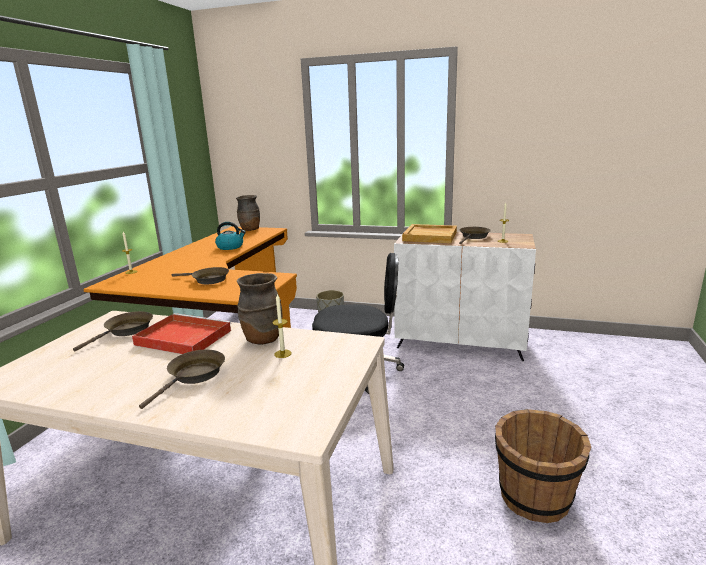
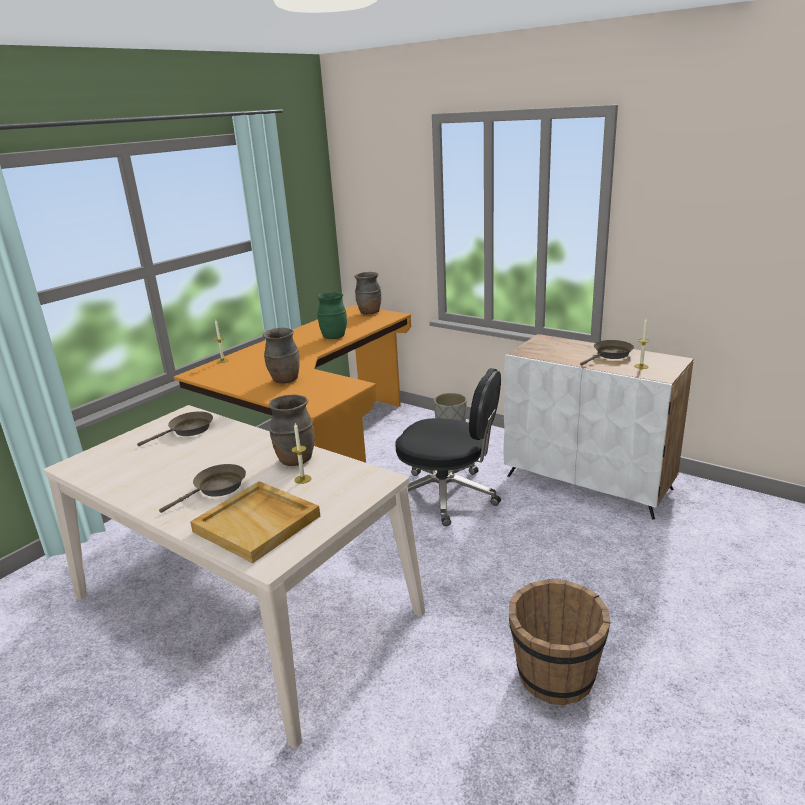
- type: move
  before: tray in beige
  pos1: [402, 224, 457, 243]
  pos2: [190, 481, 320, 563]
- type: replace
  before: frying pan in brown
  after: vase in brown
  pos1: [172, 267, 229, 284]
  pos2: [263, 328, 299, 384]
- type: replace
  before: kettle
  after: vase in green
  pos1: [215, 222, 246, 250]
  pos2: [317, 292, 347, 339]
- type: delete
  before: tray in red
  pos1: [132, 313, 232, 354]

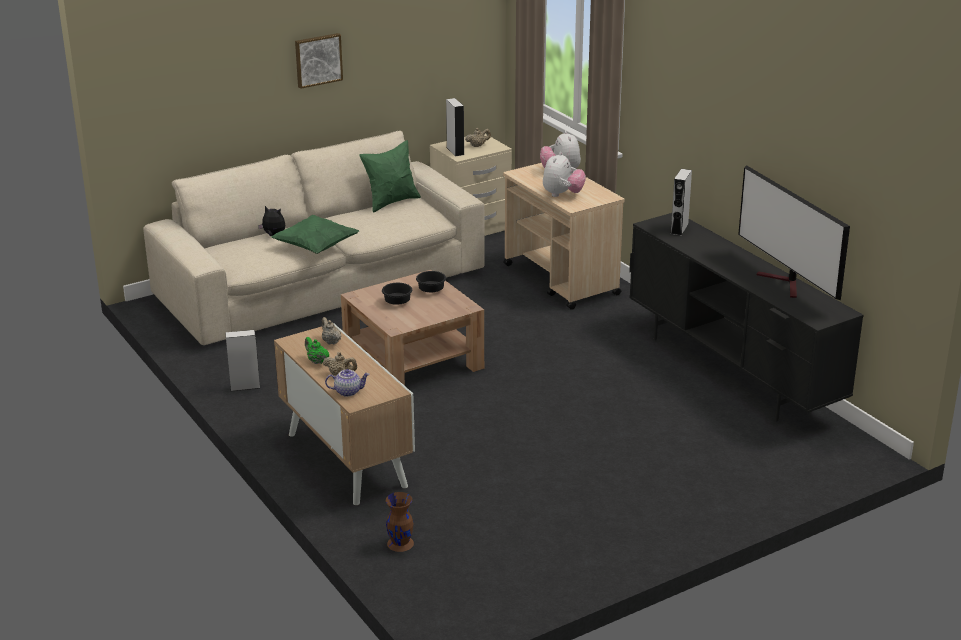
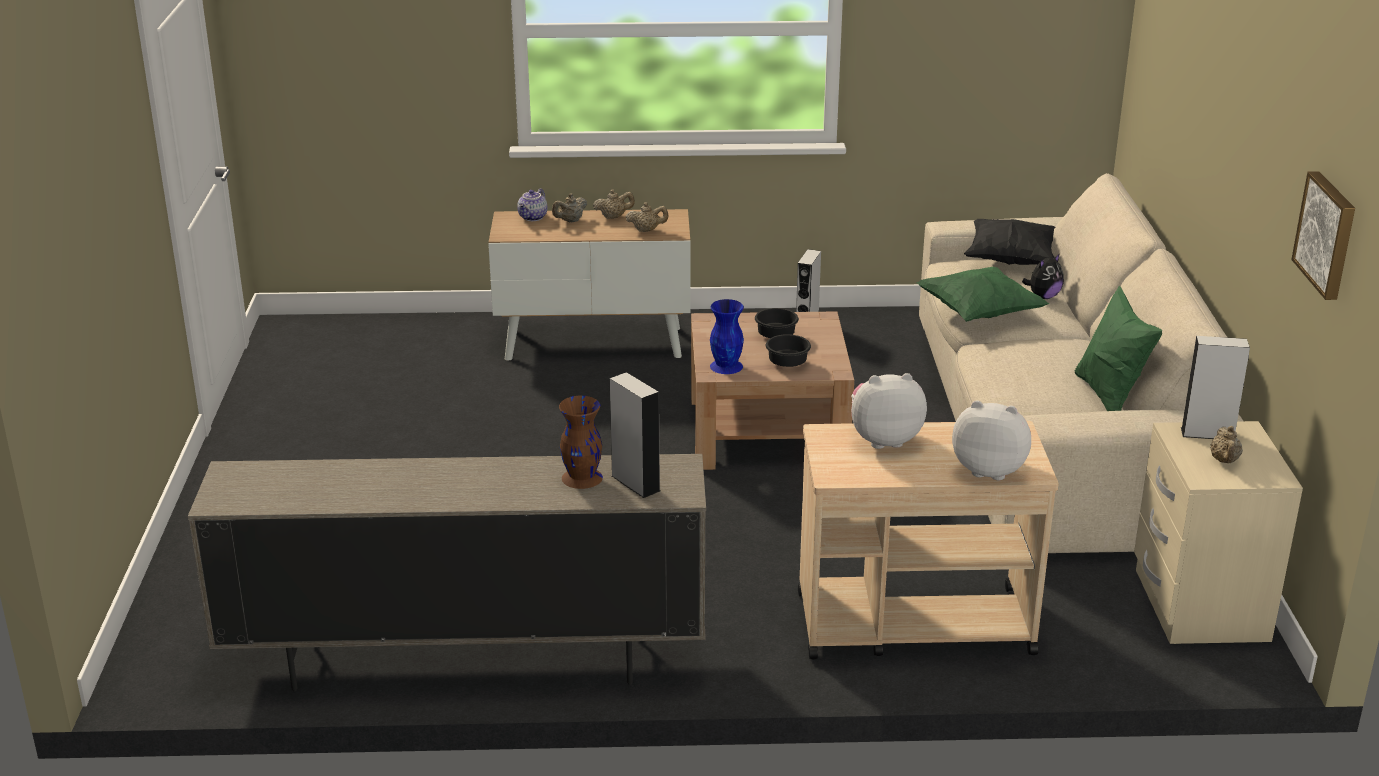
- type: recolor
  before: tv stand in black
  after: tv stand in beige
  pos1: [629, 213, 864, 421]
  pos2: [188, 454, 706, 691]
- type: move
  before: vase in brown
  pos1: [386, 492, 414, 552]
  pos2: [559, 396, 603, 489]
- type: recolor
  before: teapot in green
  after: teapot in beige
  pos1: [305, 337, 329, 364]
  pos2: [593, 189, 635, 219]
- type: insert
  after: vase in blue
  pos2: [710, 299, 744, 374]
- type: rotate
  before: plush toy
  pos1: [543, 152, 586, 197]
  pos2: [851, 373, 927, 449]
  turn: 120
- type: insert
  after: pillow in black
  pos2: [964, 219, 1055, 265]
- type: move
  before: picture
  pos1: [295, 33, 343, 89]
  pos2: [1291, 171, 1355, 300]
- type: delete
  before: television
  pos1: [738, 165, 850, 300]

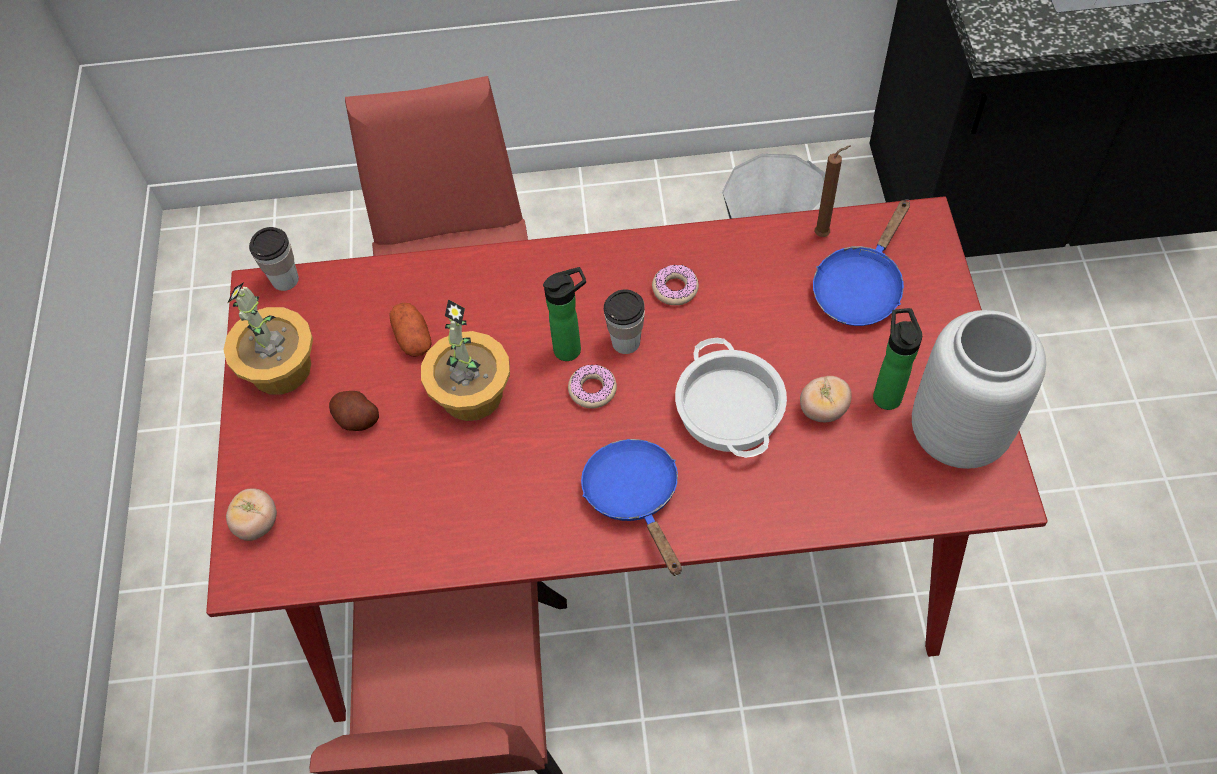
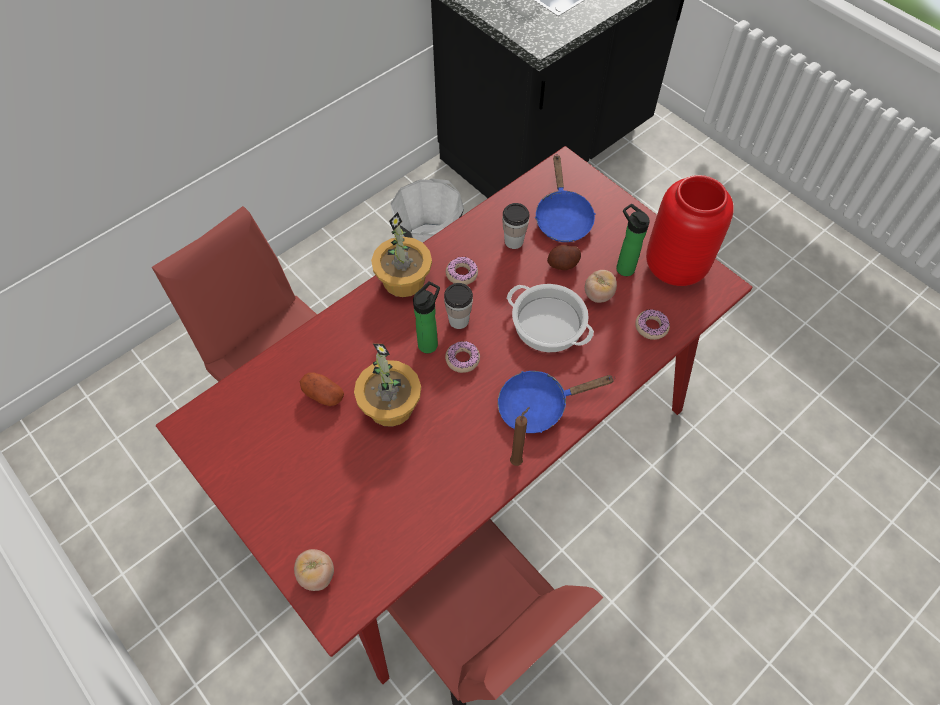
- type: move
  before: potted plant
  pos1: [223, 282, 313, 395]
  pos2: [371, 212, 432, 297]
- type: rotate
  before: frying pan in blue
  pos1: [581, 439, 682, 576]
  pos2: [498, 371, 615, 433]
  turn: -45
- type: move
  before: cup
  pos1: [249, 227, 299, 291]
  pos2: [502, 203, 530, 249]
- type: move
  before: candle in brown
  pos1: [815, 145, 850, 237]
  pos2: [510, 407, 530, 466]
- type: move
  before: potato
  pos1: [329, 391, 379, 431]
  pos2: [547, 245, 581, 270]
- type: insert
  after: donut
  pos2: [635, 309, 670, 340]
- type: recolor
  before: vase in grey
  after: vase in red
  pos1: [912, 310, 1046, 469]
  pos2: [646, 175, 734, 286]

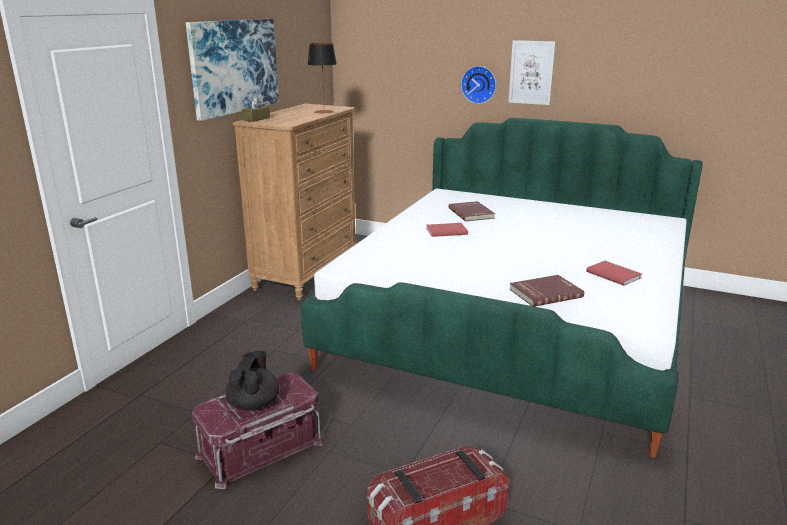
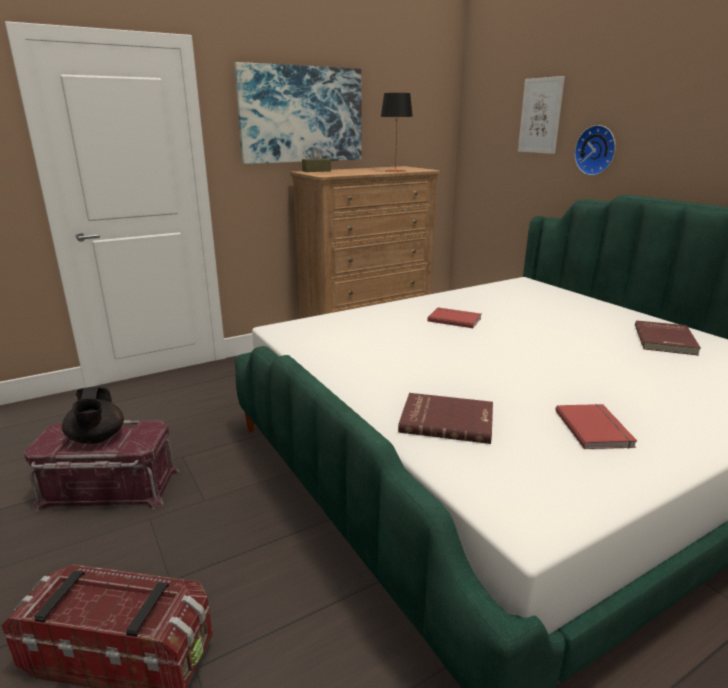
- type: rotate
  before: teapot in black
  pos1: [225, 351, 279, 411]
  pos2: [62, 387, 124, 444]
  turn: 120
- type: move
  before: picture
  pos1: [508, 40, 556, 105]
  pos2: [518, 76, 565, 154]
- type: move
  before: book in red
  pos1: [449, 201, 495, 221]
  pos2: [635, 320, 701, 356]

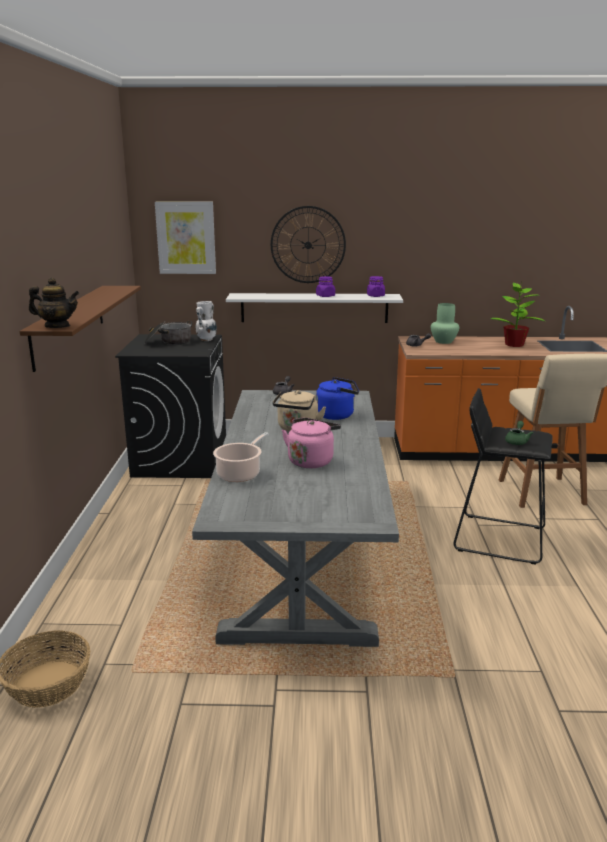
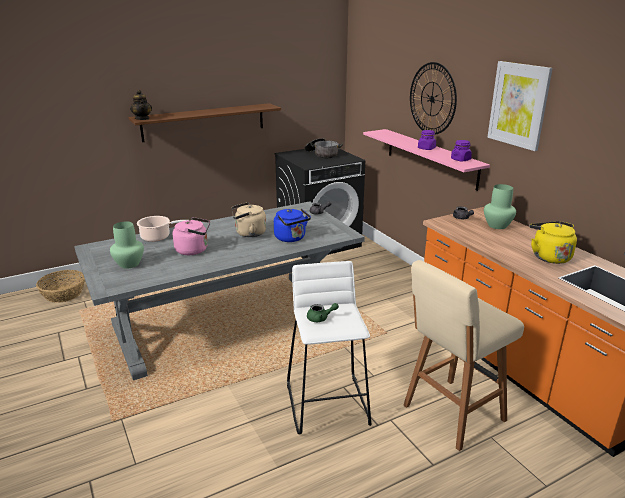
- type: insert
  after: vase in green
  pos2: [110, 222, 144, 269]
- type: recolor
  before: stool in black
  after: stool in white
  pos1: [454, 388, 553, 564]
  pos2: [287, 261, 371, 434]
- type: recolor
  before: shelf in white
  after: shelf in pink
  pos1: [226, 293, 403, 323]
  pos2: [363, 129, 490, 191]
- type: move
  before: picture
  pos1: [155, 202, 216, 274]
  pos2: [488, 61, 553, 151]
- type: replace
  before: potted plant
  after: kettle in yellow
  pos1: [490, 283, 545, 347]
  pos2: [530, 221, 577, 264]
- type: delete
  before: vase in white
  pos1: [196, 301, 217, 341]

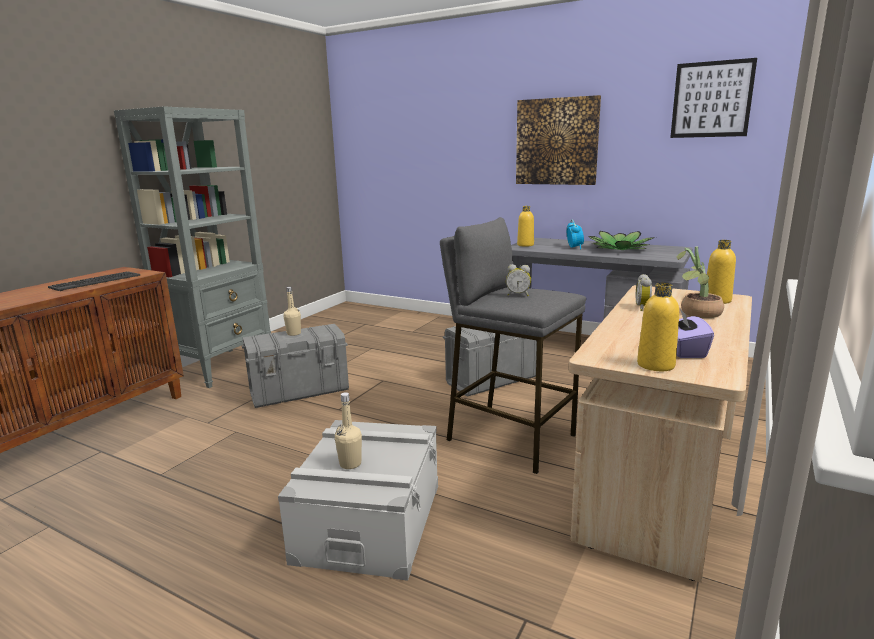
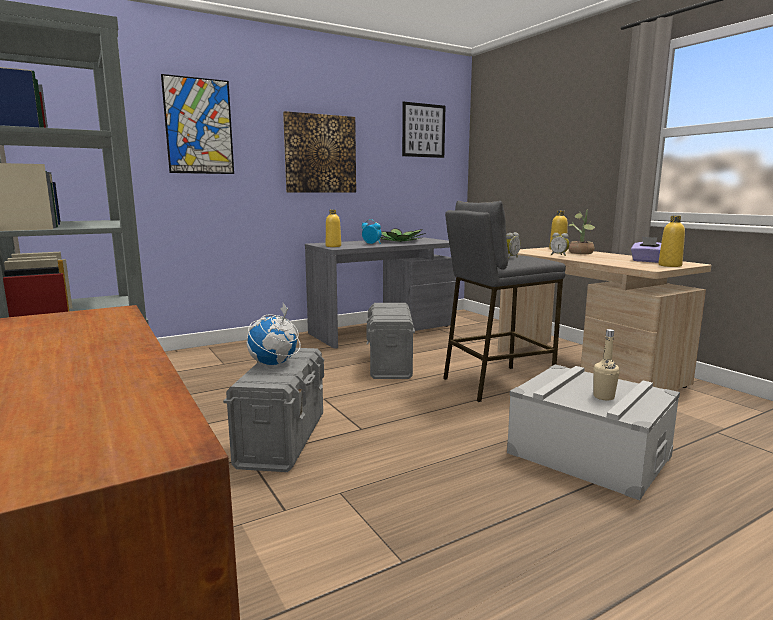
- type: insert
  after: picture
  pos2: [161, 74, 234, 174]
- type: replace
  before: bottle in beige
  after: globe
  pos1: [283, 287, 301, 336]
  pos2: [246, 303, 301, 365]
- type: delete
  before: keyboard
  pos1: [48, 272, 140, 291]

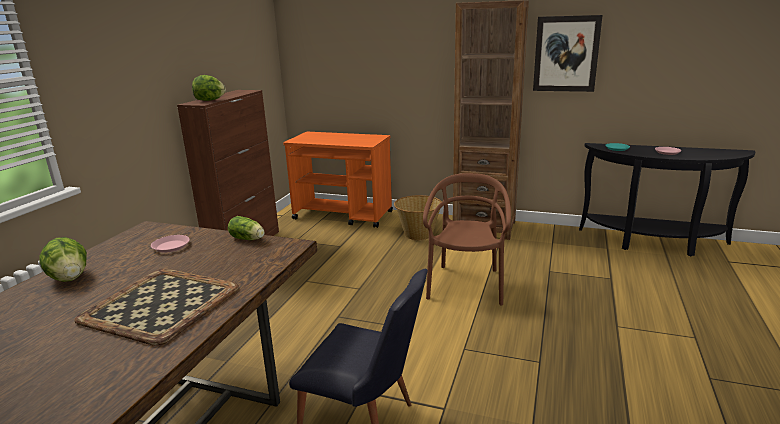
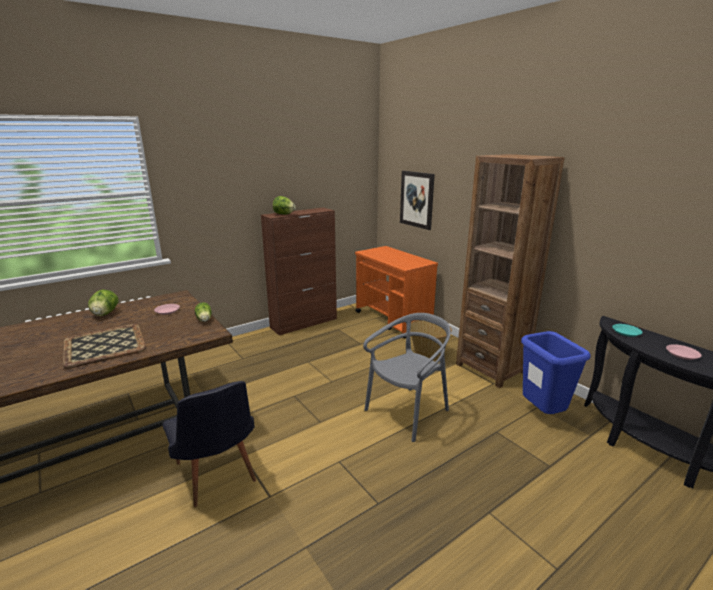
- type: recolor
  before: chair in brown
  after: chair in grey
  pos1: [423, 173, 511, 305]
  pos2: [363, 313, 451, 442]
- type: move
  before: picture
  pos1: [533, 15, 602, 92]
  pos2: [400, 171, 435, 230]
- type: insert
  after: trash can in blue
  pos2: [521, 331, 591, 414]

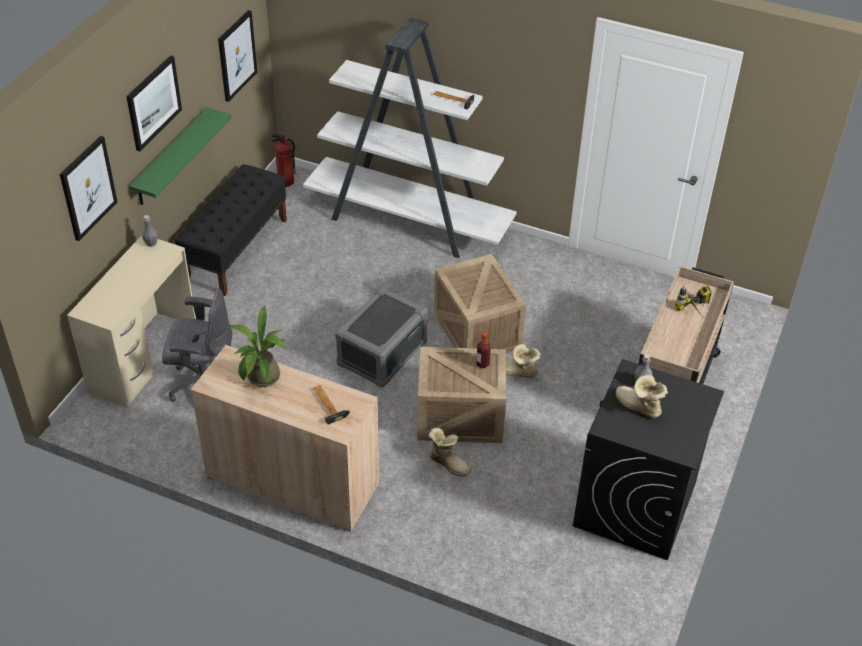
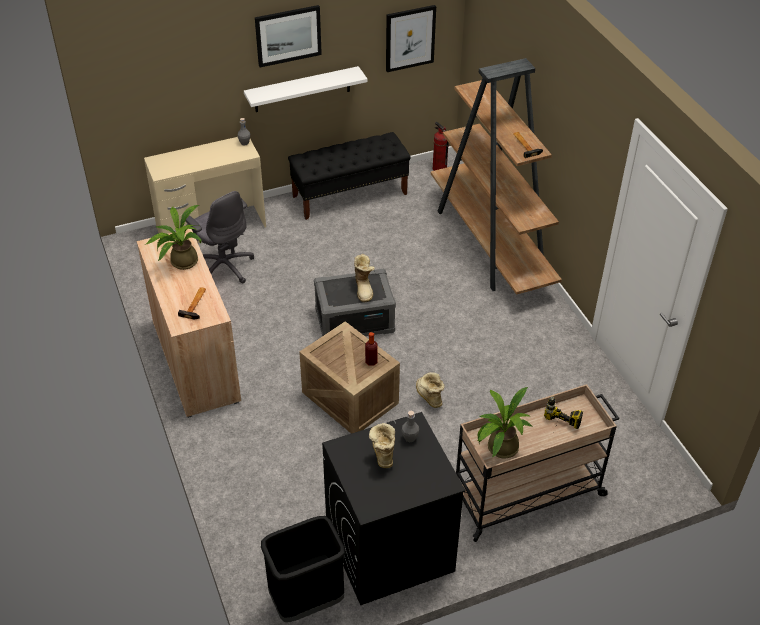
- type: recolor
  before: shelf in green
  after: shelf in white
  pos1: [129, 107, 232, 205]
  pos2: [244, 66, 368, 112]
- type: insert
  after: trash can in black
  pos2: [261, 516, 345, 622]
- type: move
  before: boot
  pos1: [428, 428, 470, 476]
  pos2: [354, 254, 375, 302]
- type: recolor
  before: bookcase in white
  after: bookcase in brown
  pos1: [303, 18, 517, 258]
  pos2: [431, 58, 562, 295]
- type: insert
  after: potted plant
  pos2: [477, 387, 532, 458]
- type: delete
  before: picture
  pos1: [60, 136, 118, 241]
- type: delete
  before: crate
  pos1: [434, 254, 526, 353]

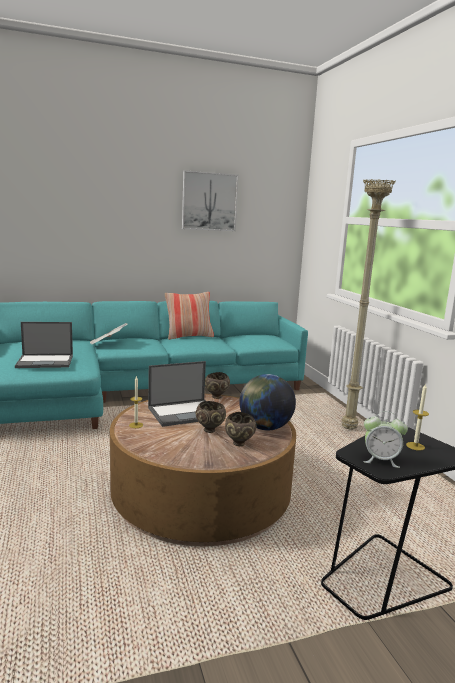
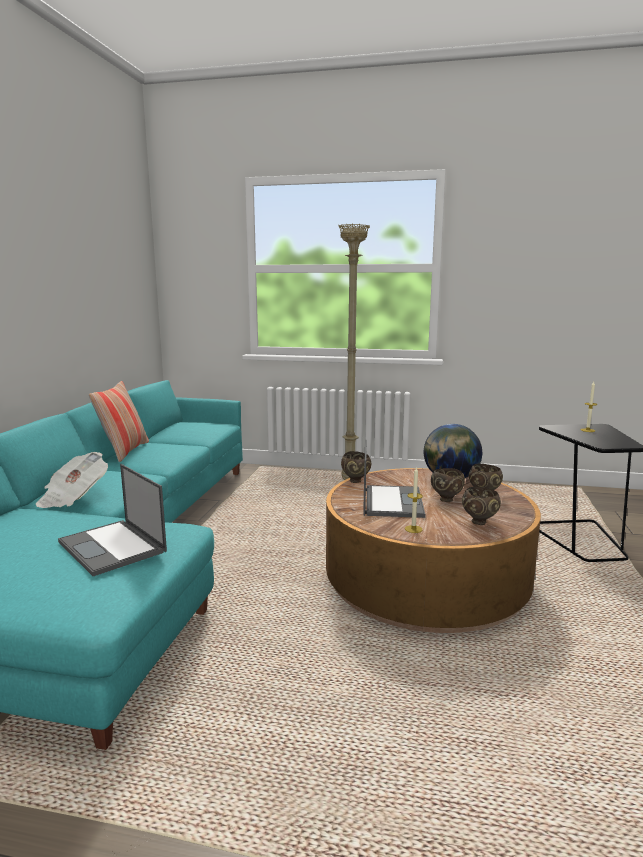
- type: rotate
  before: laptop
  pos1: [15, 322, 73, 368]
  pos2: [58, 464, 167, 576]
  turn: 120
- type: insert
  after: bowl in brown
  pos2: [462, 487, 501, 525]
- type: delete
  before: picture
  pos1: [182, 170, 238, 231]
- type: delete
  before: alarm clock
  pos1: [363, 411, 408, 468]

